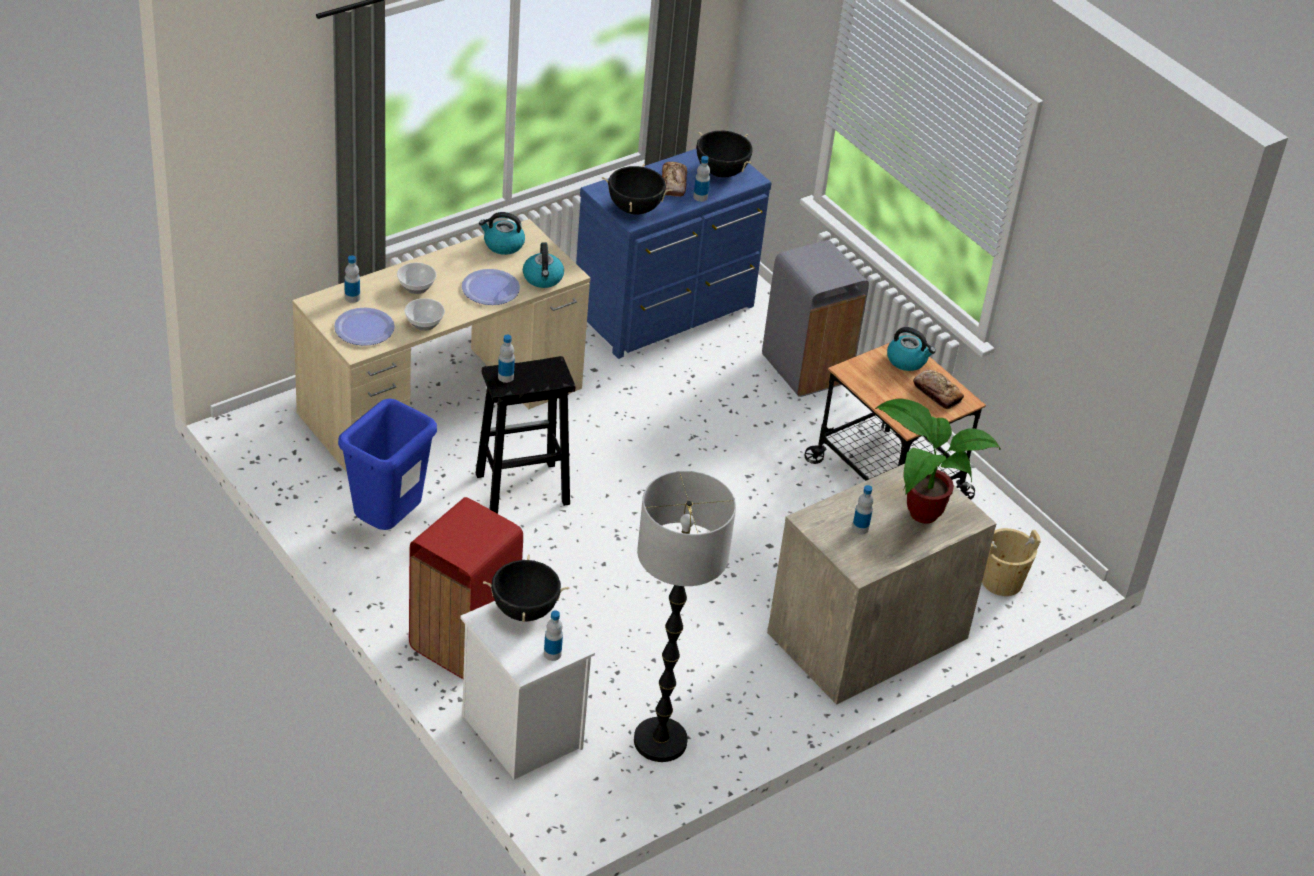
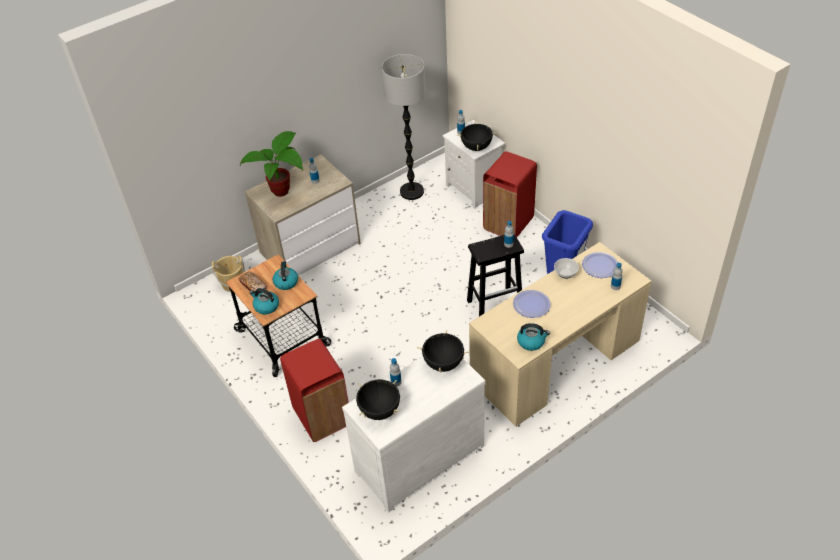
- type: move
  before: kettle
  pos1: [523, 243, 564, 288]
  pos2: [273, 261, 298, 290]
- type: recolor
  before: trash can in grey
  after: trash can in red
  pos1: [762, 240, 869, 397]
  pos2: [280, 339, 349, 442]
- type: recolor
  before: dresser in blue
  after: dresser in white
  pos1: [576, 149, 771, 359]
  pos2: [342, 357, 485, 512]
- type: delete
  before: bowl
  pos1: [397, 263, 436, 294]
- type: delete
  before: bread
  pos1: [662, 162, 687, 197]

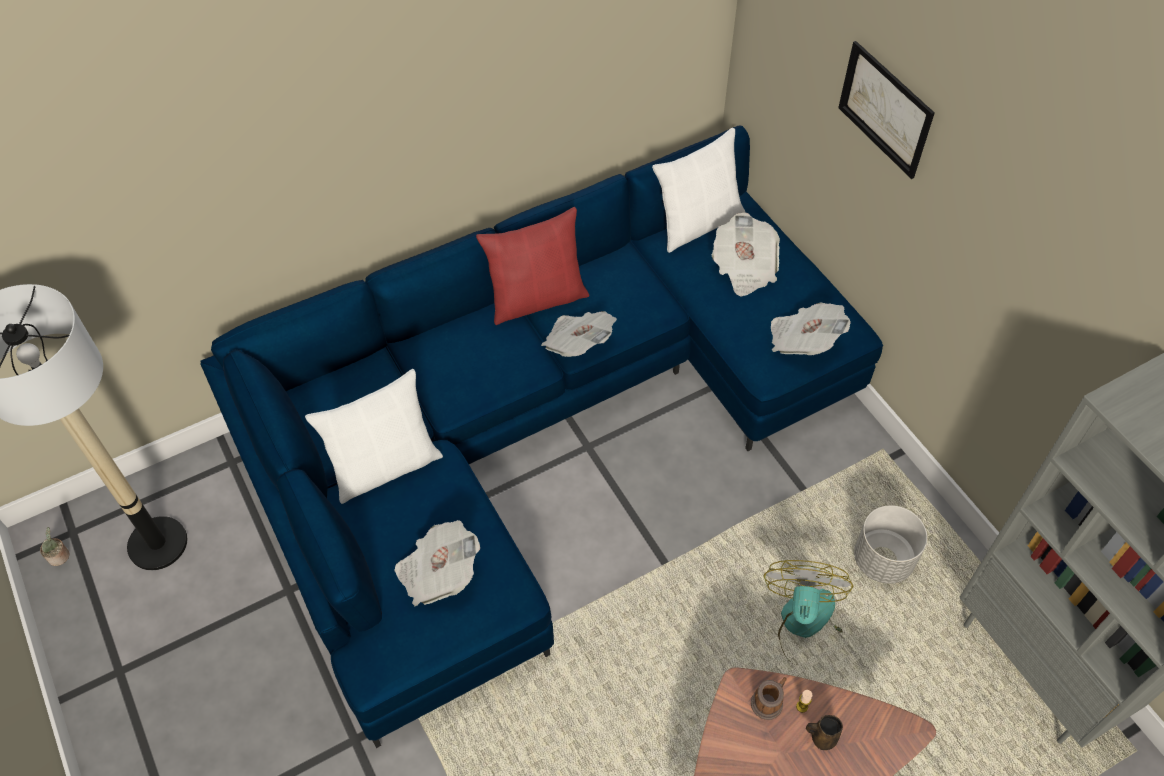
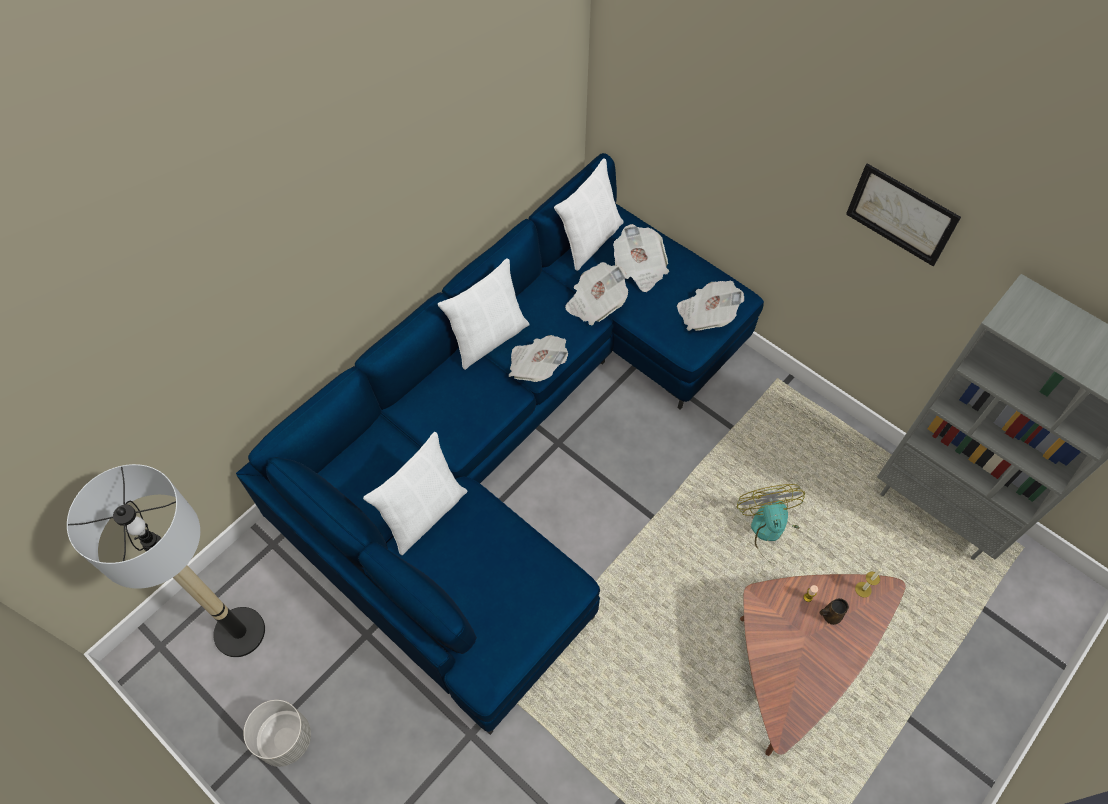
- type: move
  before: planter in grey
  pos1: [854, 505, 928, 584]
  pos2: [243, 700, 311, 767]
- type: recolor
  before: pillow in red
  after: pillow in white
  pos1: [476, 207, 589, 325]
  pos2: [438, 258, 530, 370]
- type: move
  before: newspaper
  pos1: [394, 520, 480, 606]
  pos2: [565, 262, 628, 326]
- type: move
  before: picture
  pos1: [838, 41, 935, 179]
  pos2: [846, 163, 961, 266]
- type: insert
  after: candle
  pos2: [855, 568, 882, 598]
- type: delete
  before: potted plant
  pos1: [40, 527, 69, 566]
- type: delete
  before: mug
  pos1: [751, 677, 787, 720]

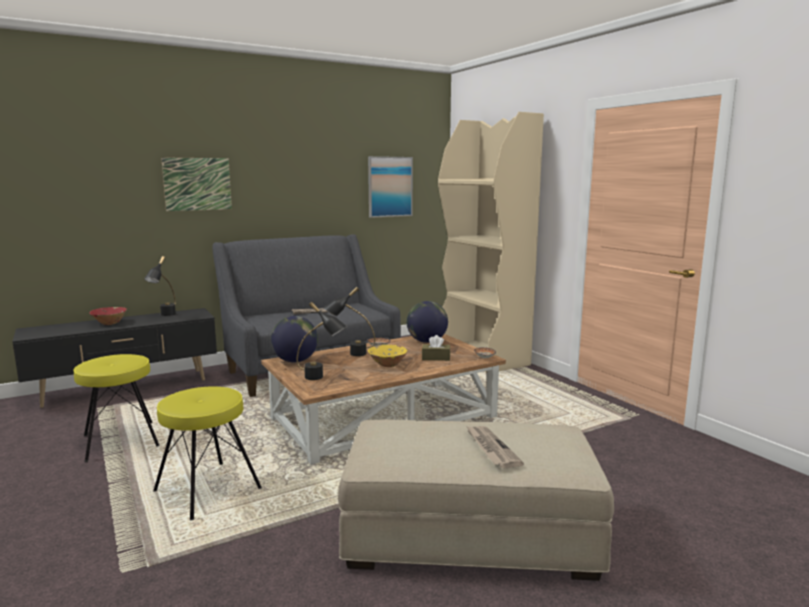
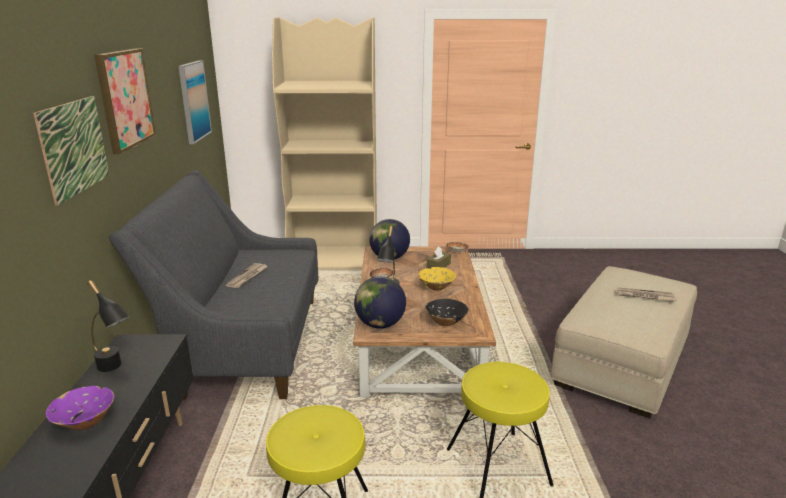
- type: recolor
  before: bowl in red
  after: bowl in purple
  pos1: [89, 307, 127, 325]
  pos2: [46, 386, 114, 430]
- type: insert
  after: picture
  pos2: [94, 48, 156, 154]
- type: replace
  before: table lamp in black
  after: bowl in black
  pos1: [297, 302, 347, 380]
  pos2: [425, 299, 469, 327]

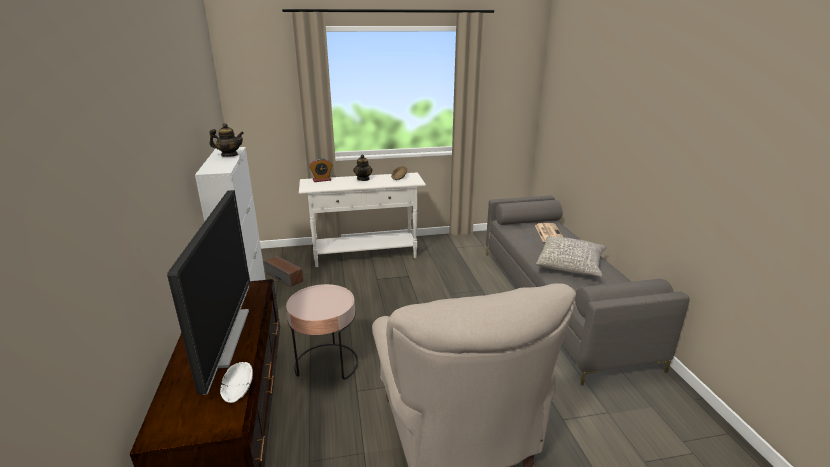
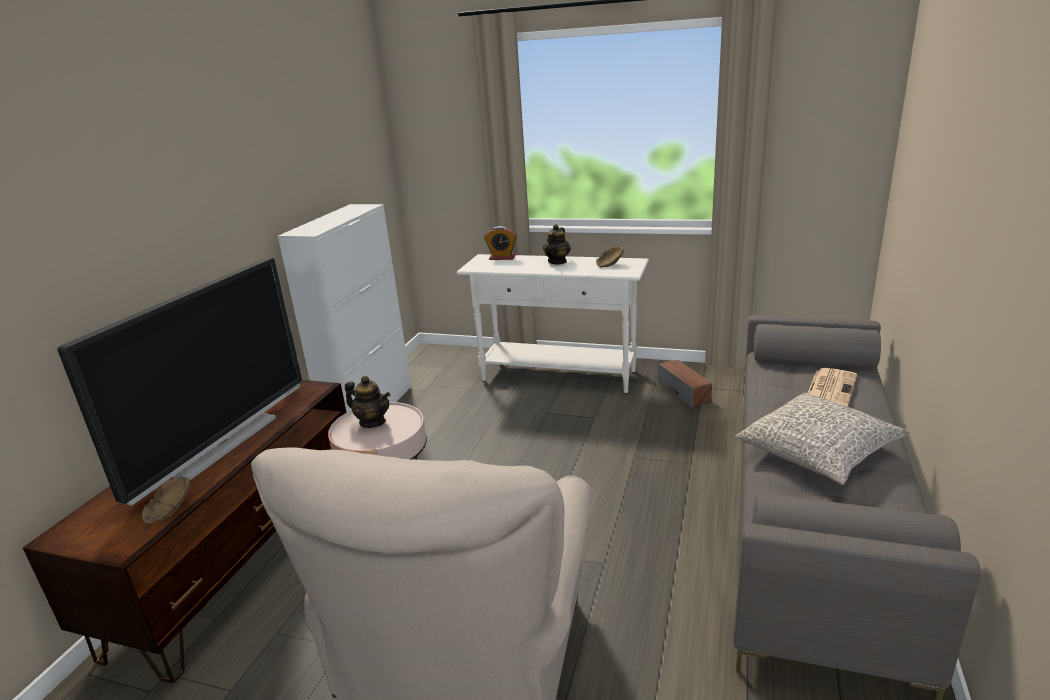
- type: recolor
  before: bowl in white
  after: bowl in brown
  pos1: [220, 362, 253, 403]
  pos2: [142, 477, 190, 524]
- type: move
  before: teapot
  pos1: [209, 123, 244, 157]
  pos2: [345, 376, 390, 428]
- type: move
  before: speaker
  pos1: [264, 256, 303, 287]
  pos2: [658, 360, 712, 408]

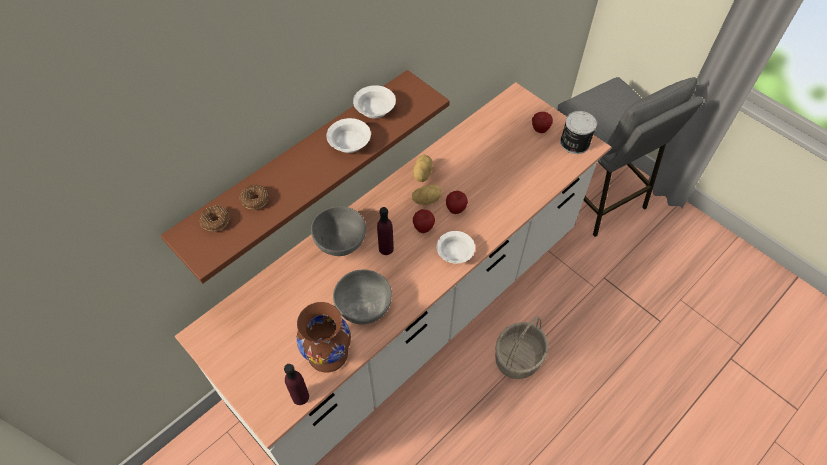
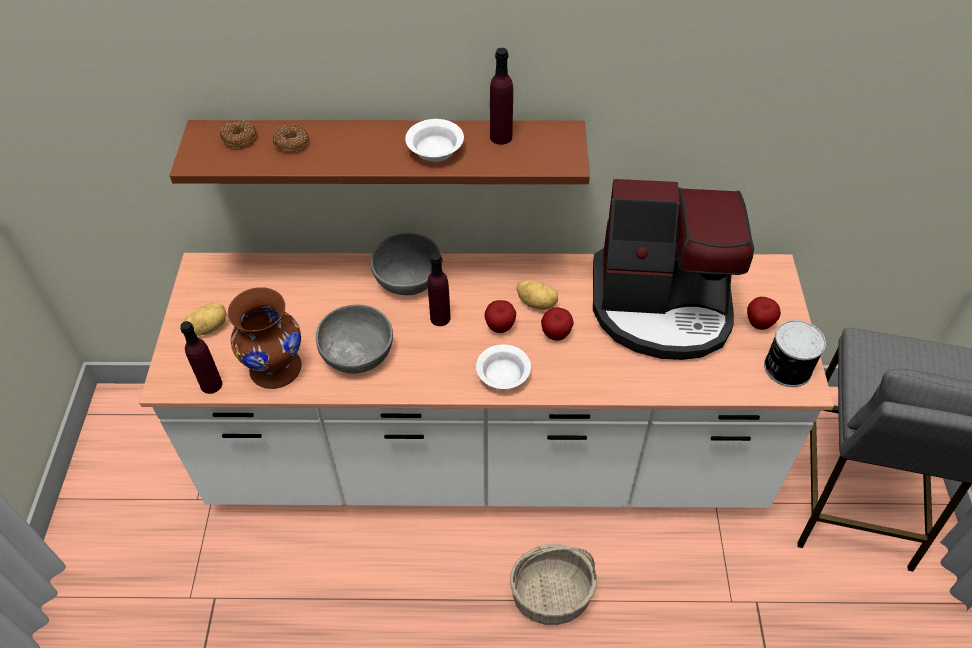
- type: move
  before: potato
  pos1: [413, 155, 433, 182]
  pos2: [184, 302, 227, 336]
- type: replace
  before: bowl in white
  after: bottle in purple
  pos1: [353, 85, 396, 118]
  pos2: [490, 48, 513, 145]
- type: insert
  after: coffee machine
  pos2: [593, 179, 754, 360]

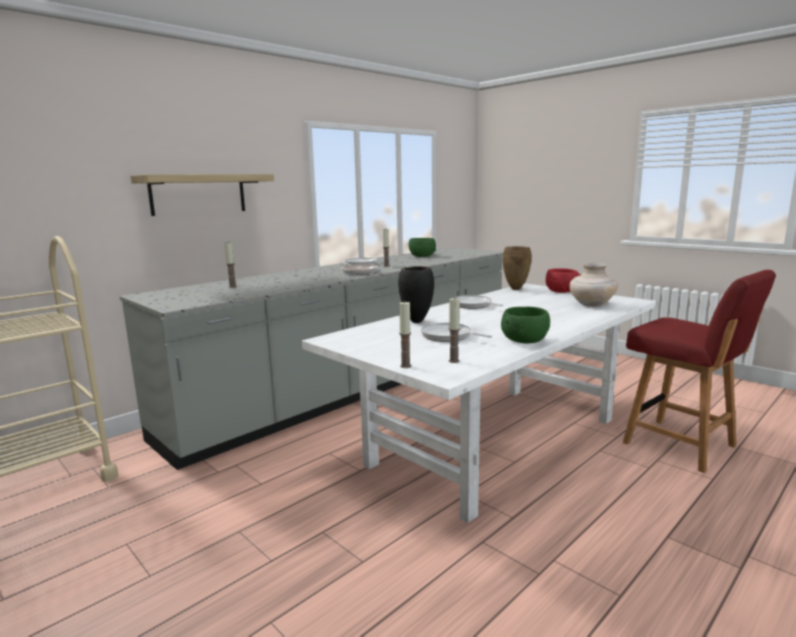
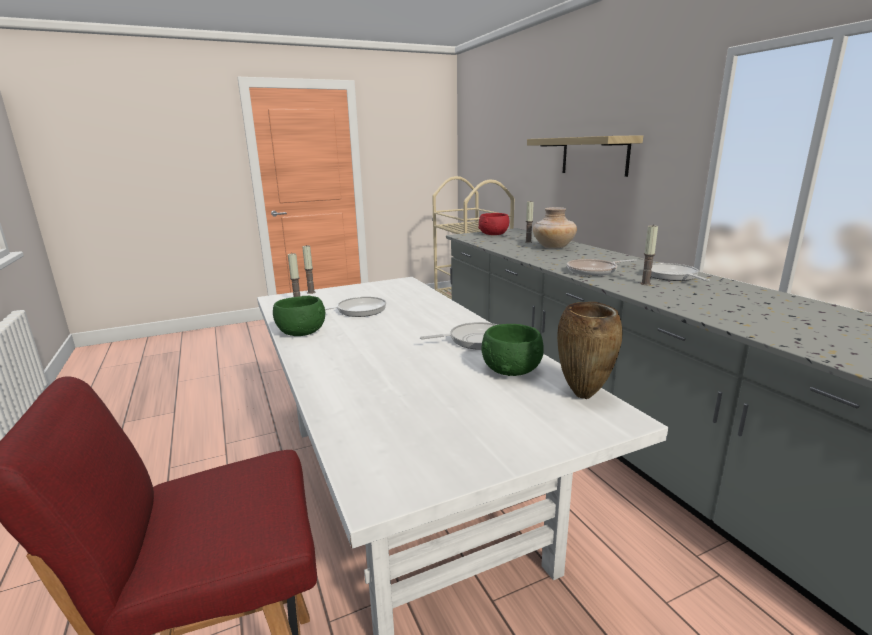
- type: move
  before: bowl in red
  pos1: [545, 268, 581, 293]
  pos2: [478, 213, 509, 235]
- type: move
  before: bowl in green
  pos1: [409, 238, 436, 257]
  pos2: [481, 324, 544, 376]
- type: move
  before: vase in beige
  pos1: [569, 263, 618, 307]
  pos2: [533, 207, 577, 249]
- type: delete
  before: vase in black
  pos1: [398, 266, 434, 323]

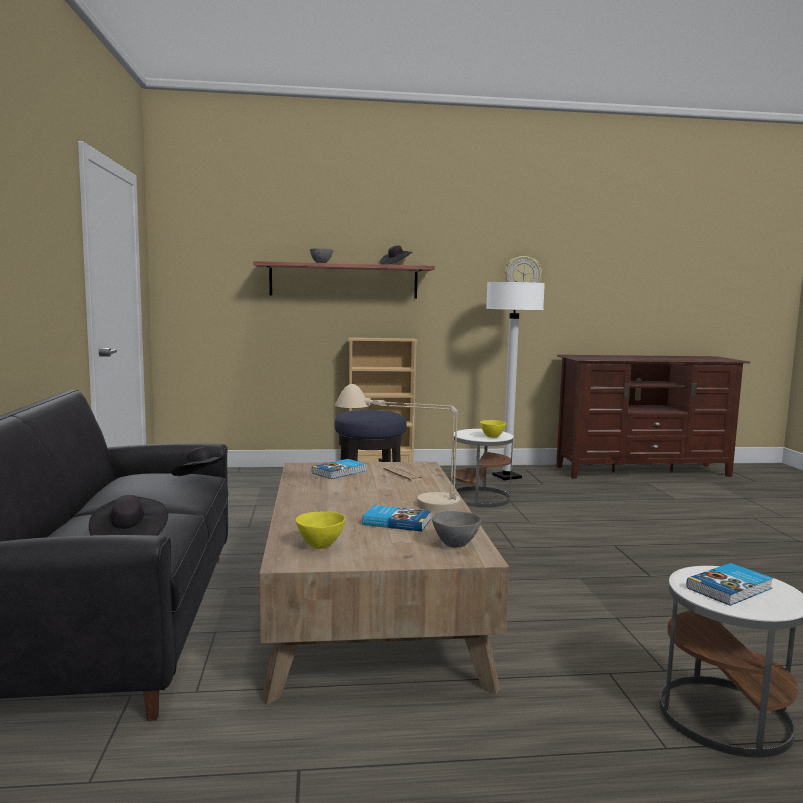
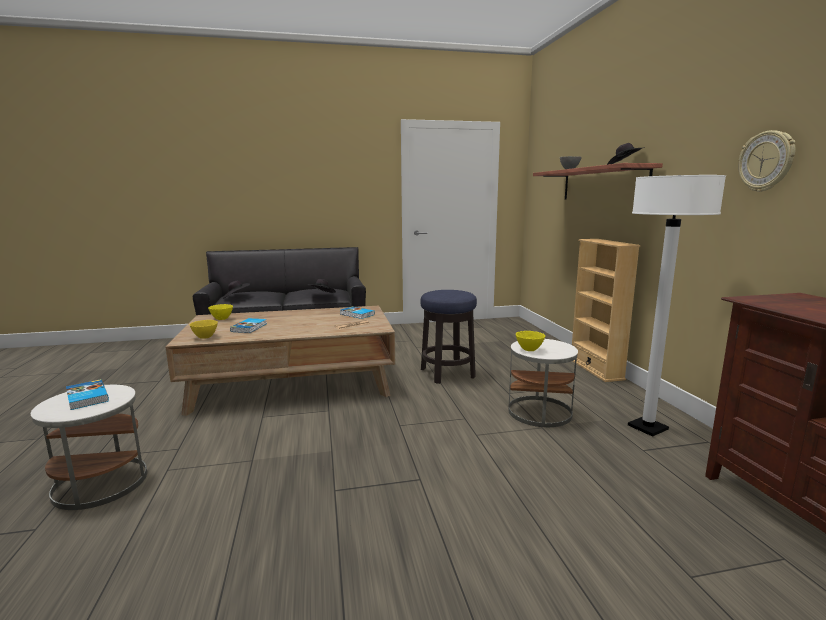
- type: recolor
  before: bowl in grey
  after: bowl in yellow
  pos1: [432, 511, 482, 548]
  pos2: [190, 320, 218, 339]
- type: delete
  before: table lamp in beige
  pos1: [335, 384, 461, 512]

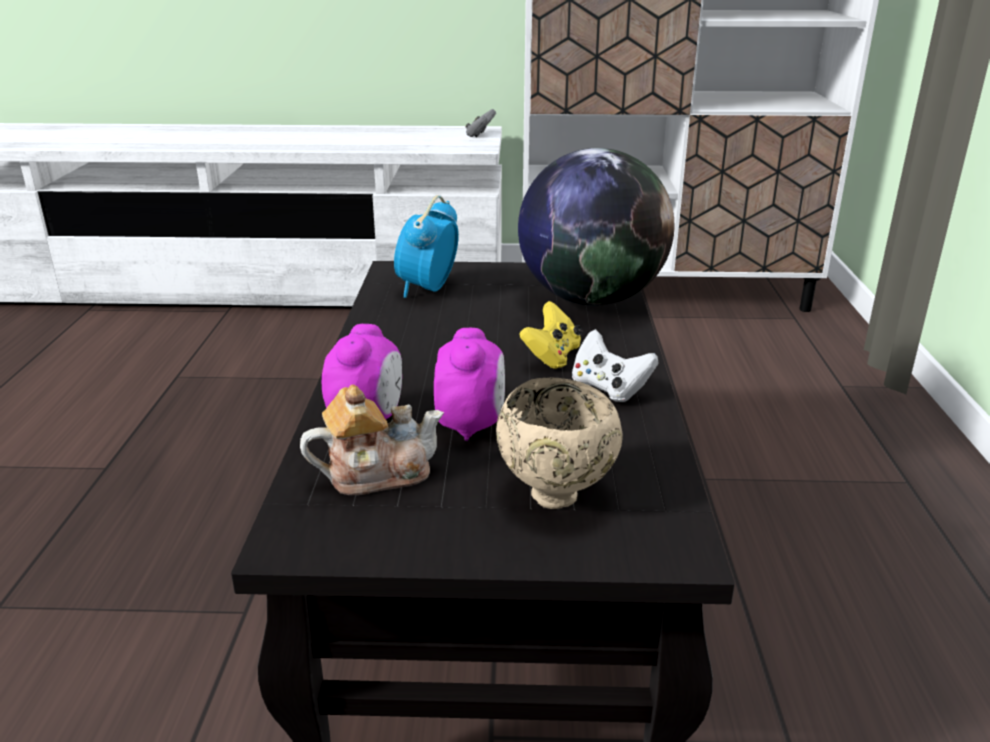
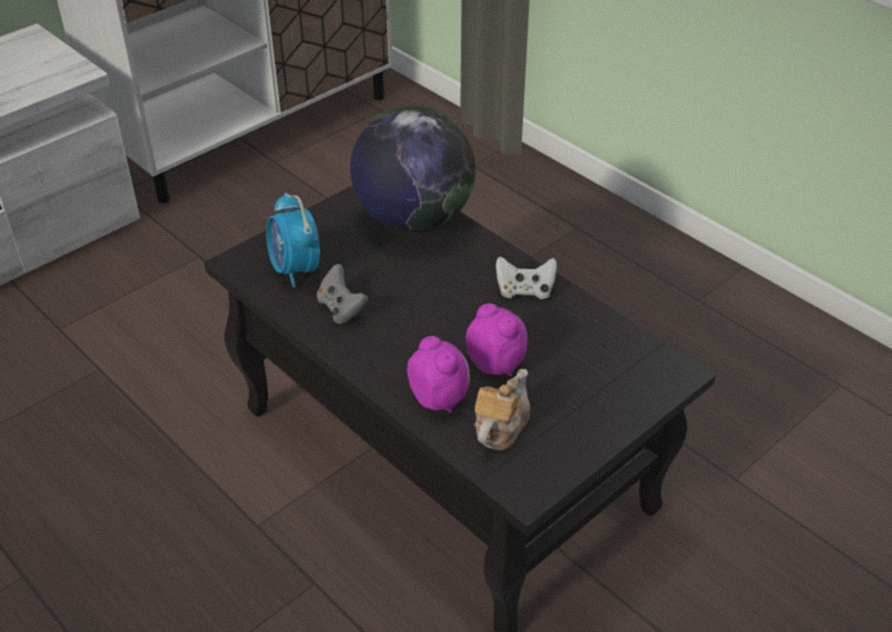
- type: move
  before: game controller in grey
  pos1: [465, 109, 496, 137]
  pos2: [317, 264, 368, 324]
- type: delete
  before: bowl in beige
  pos1: [496, 377, 623, 509]
- type: delete
  before: game controller in yellow
  pos1: [519, 301, 583, 369]

